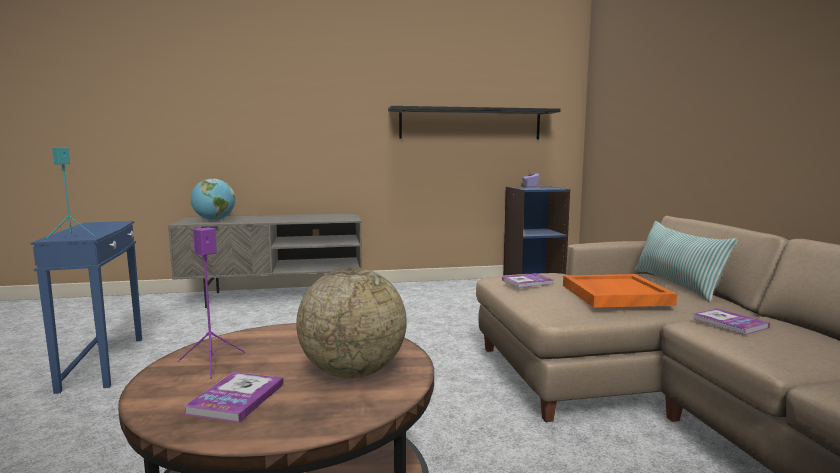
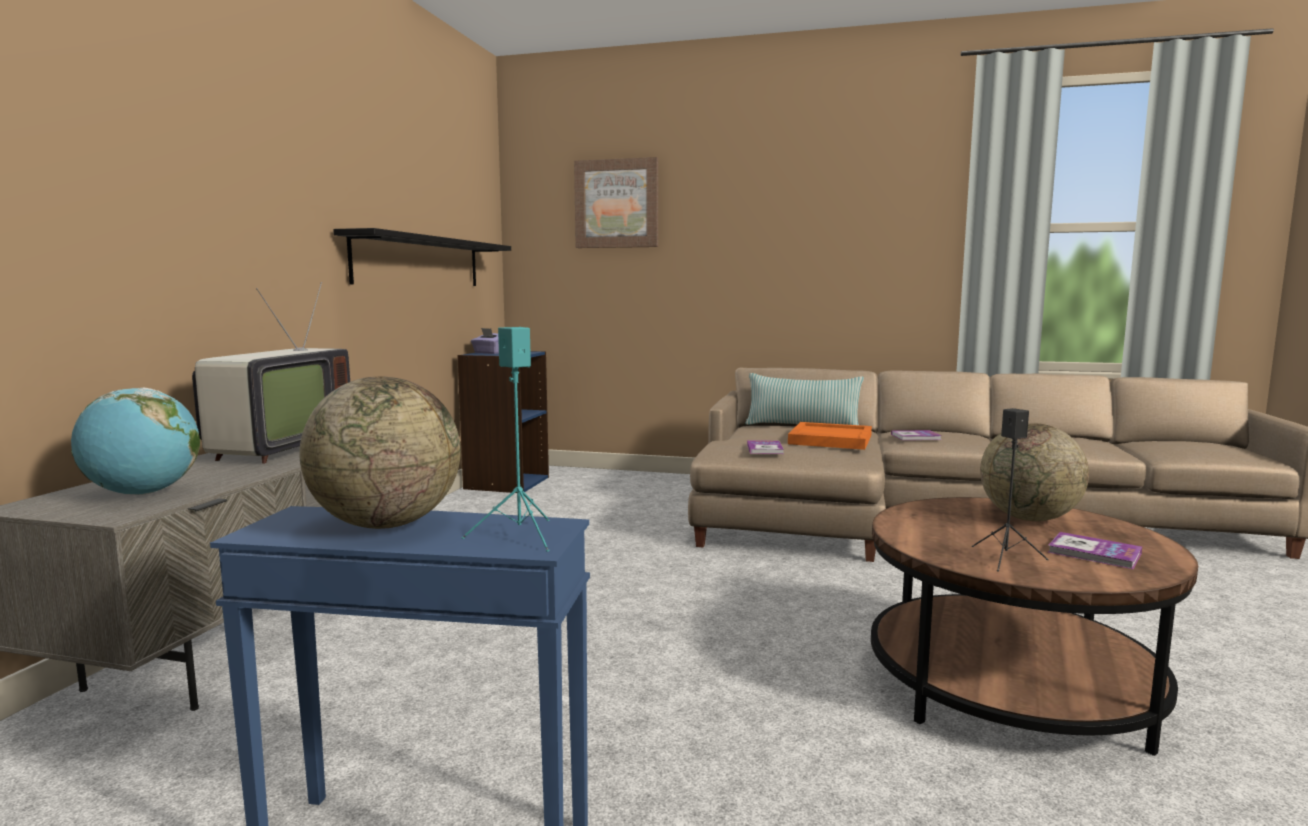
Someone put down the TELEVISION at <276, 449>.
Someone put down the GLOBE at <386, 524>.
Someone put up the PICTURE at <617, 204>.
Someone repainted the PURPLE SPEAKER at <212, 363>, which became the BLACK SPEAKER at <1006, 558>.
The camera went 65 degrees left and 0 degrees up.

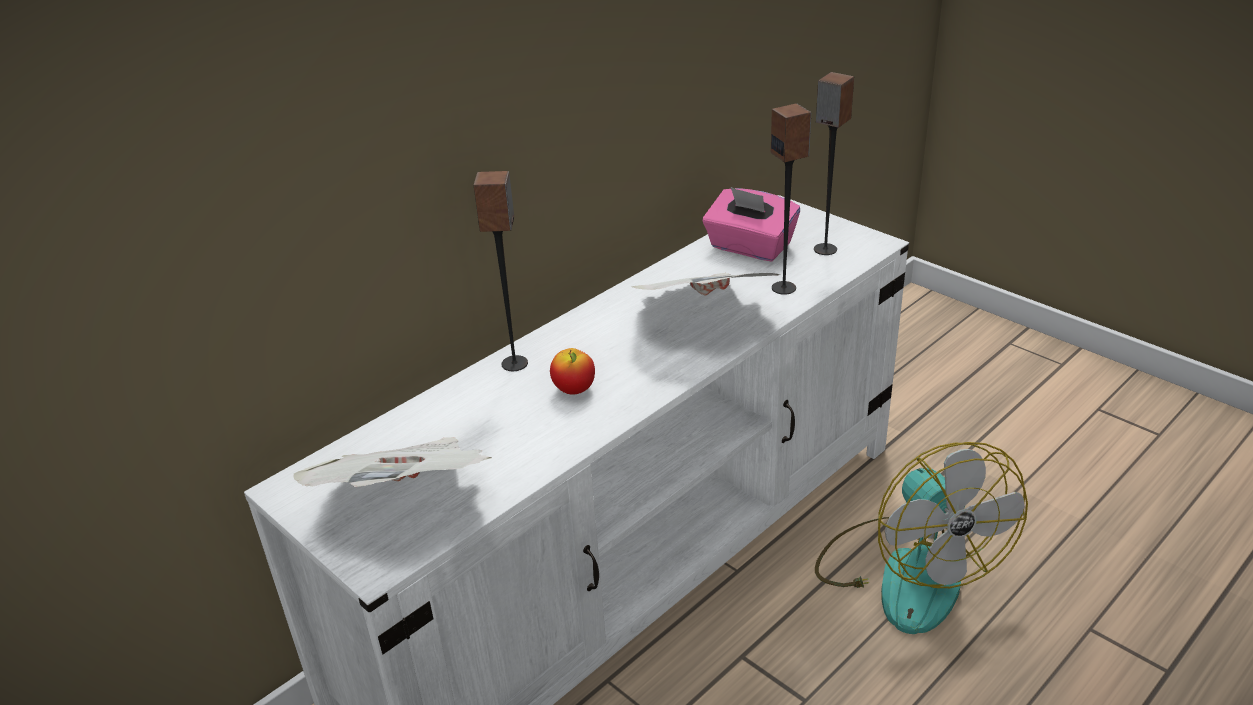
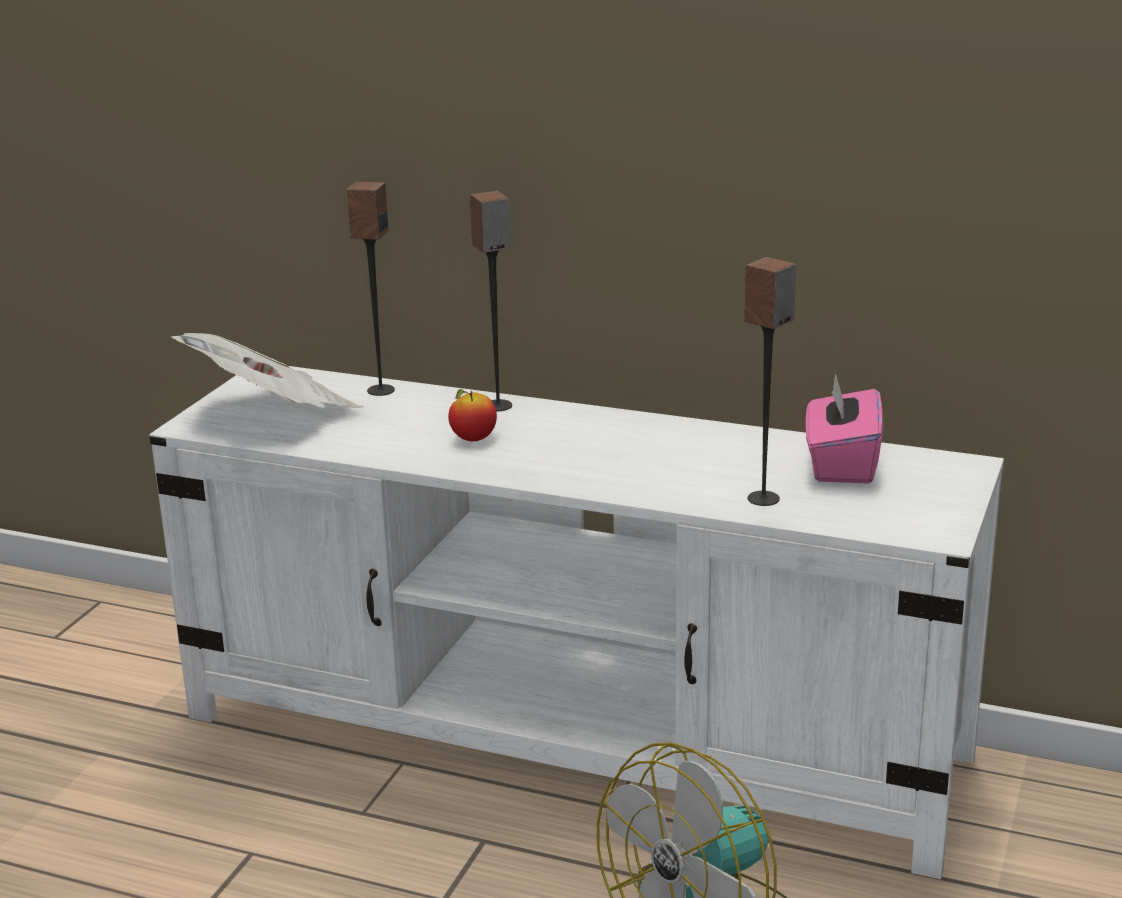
Someone carried the SPEAKER from <825, 249> to <380, 390>.
Someone took away the NEWSPAPER at <705, 315>.
The camera went 65 degrees right and 10 degrees down.

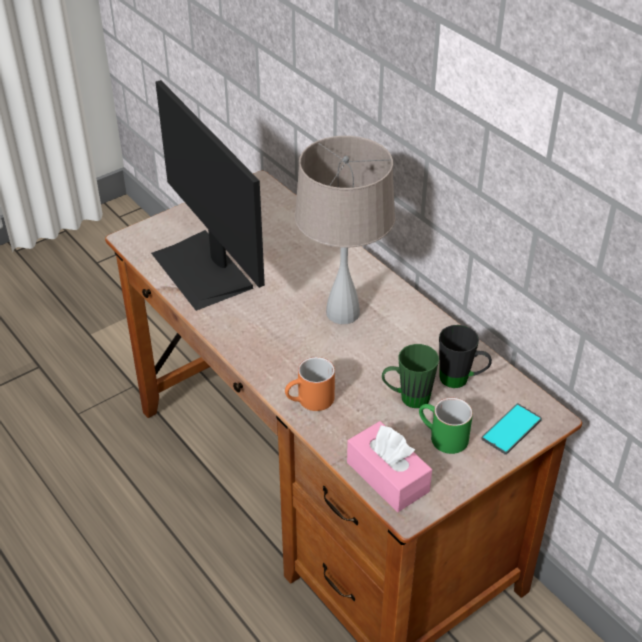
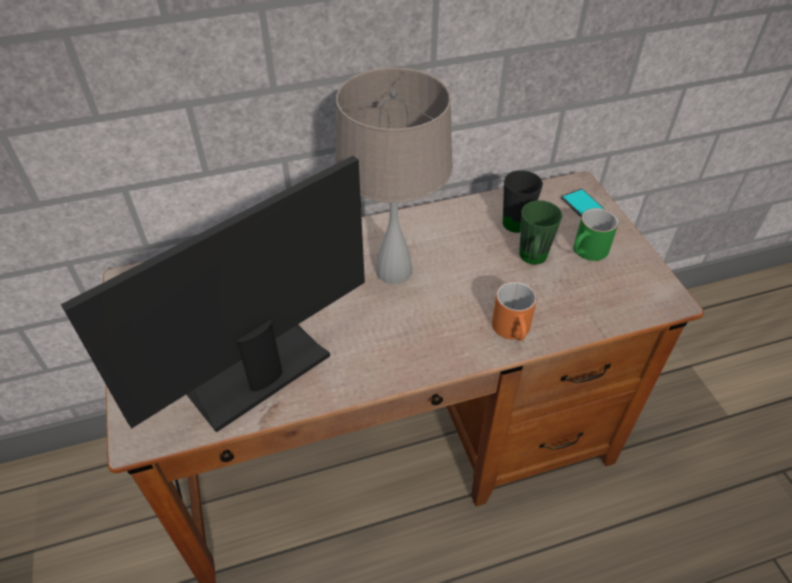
Someone rotated the MONITOR at <204, 269> by 150 degrees clockwise.
Someone took away the PINK TISSUE BOX at <387, 477>.
The camera went 70 degrees left and 5 degrees up.

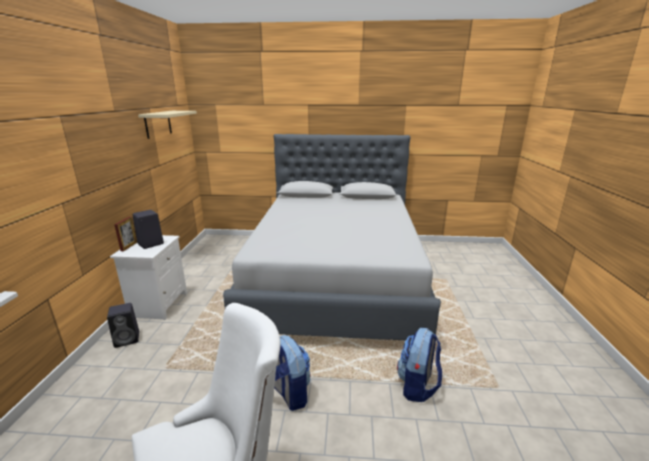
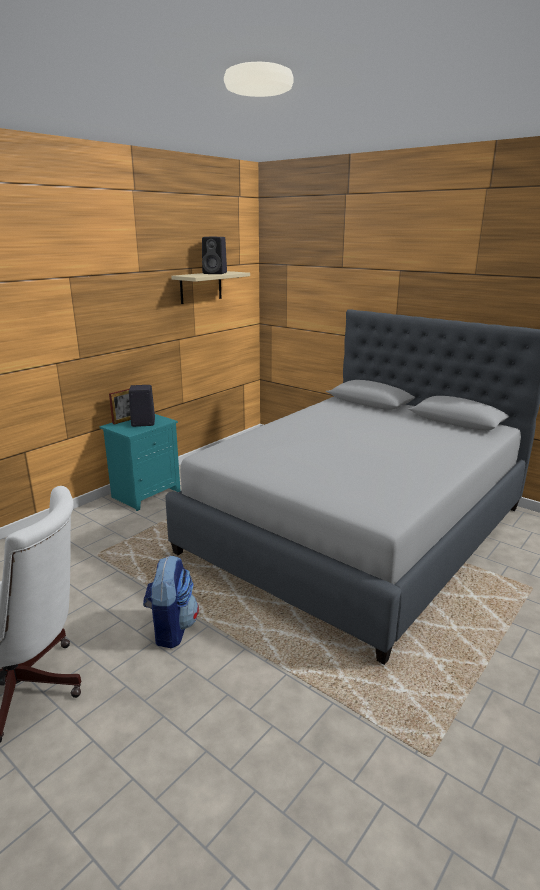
Someone repainted the WHITE NIGHTSTAND at <158, 304>, which became the TURQUOISE NIGHTSTAND at <146, 493>.
Someone carried the BLACK SPEAKER from <128, 339> to <215, 273>.
Someone took away the BACKPACK at <417, 386>.
The camera went 35 degrees right and 0 degrees up.

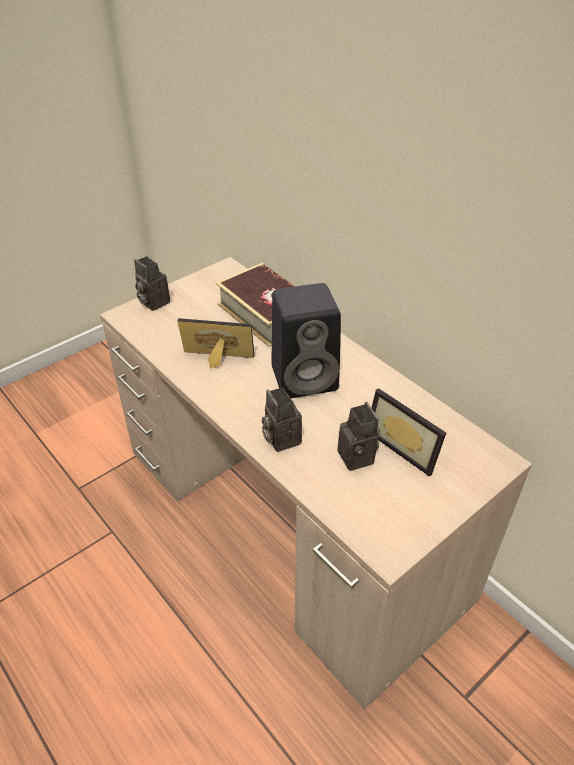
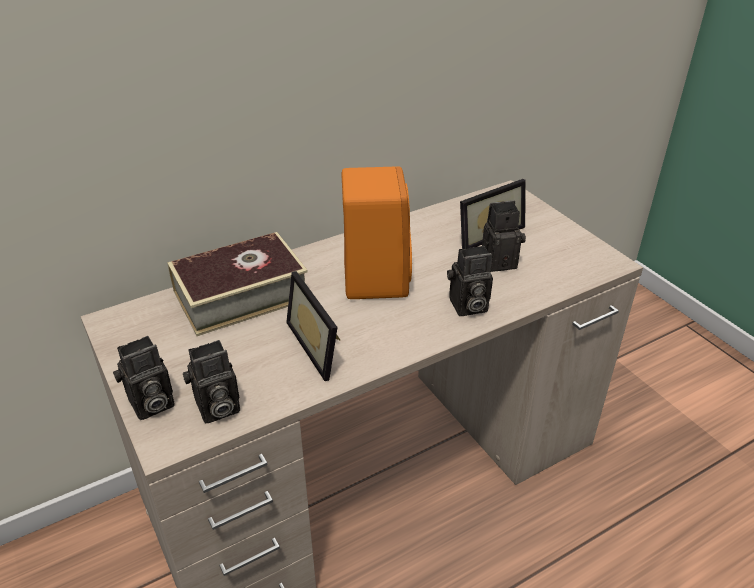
Someone put down the PHOTO CAMERA at <216, 409>.
Someone rotated the PICTURE FRAME at <217, 361> by 45 degrees counterclockwise.
Someone repainted the BLACK SPEAKER at <306, 377>, which became the ORANGE SPEAKER at <374, 278>.
The camera went 80 degrees left and 5 degrees down.

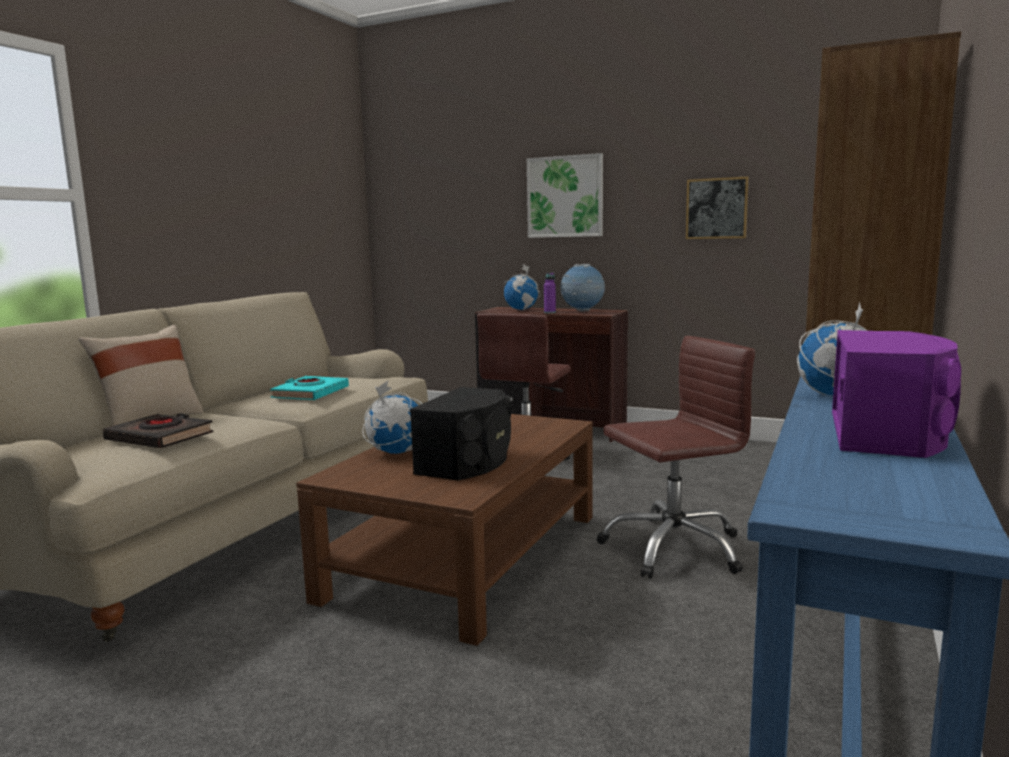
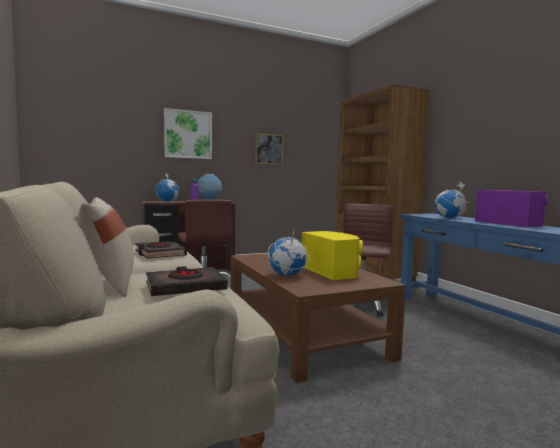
Someone repainted the TURQUOISE BOOK at <310, 393>, which became the BLACK BOOK at <160, 254>.
Someone repainted the BLACK SPEAKER at <468, 462>, which became the YELLOW SPEAKER at <332, 271>.
The camera went 50 degrees left and 5 degrees down.

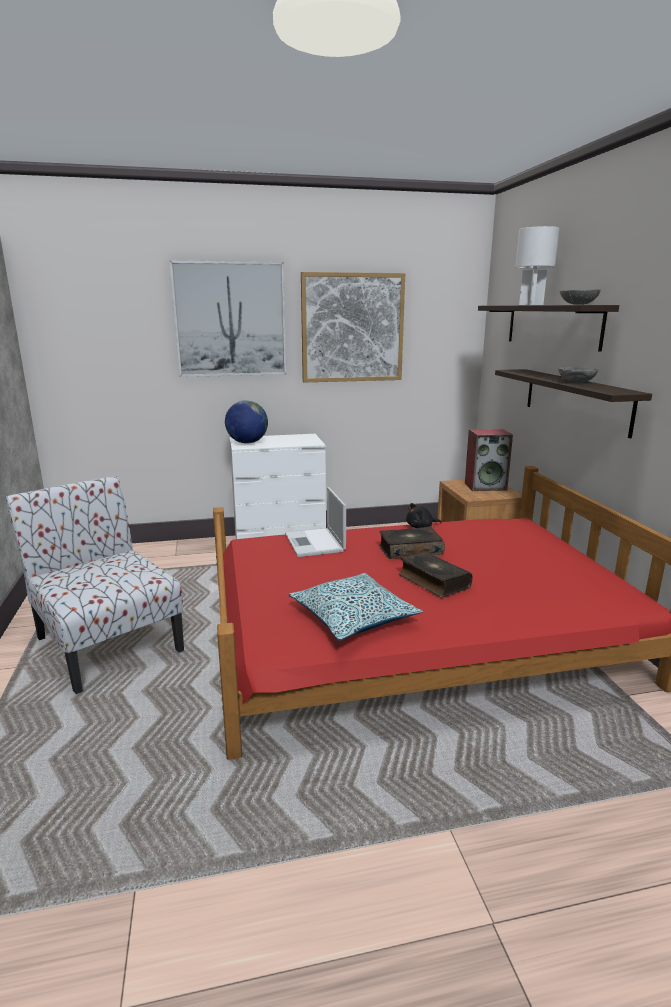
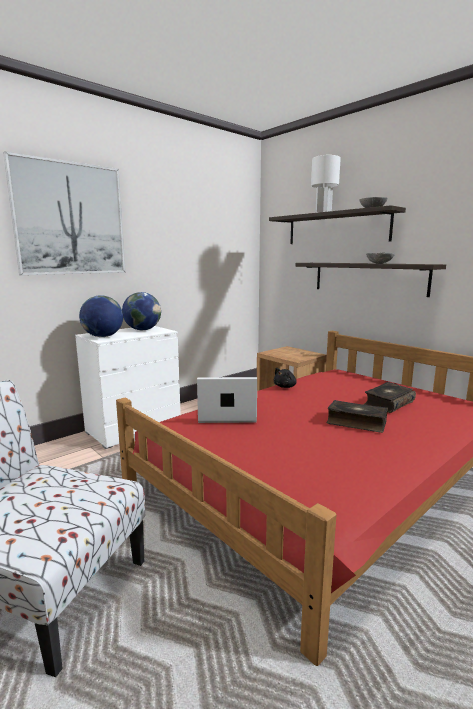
Someone put down the GLOBE at <142, 330>.
Someone rotated the LAPTOP at <315, 543> by 135 degrees clockwise.
Someone carried the BOOK from <410, 550> to <388, 403>.
Someone took away the PILLOW at <353, 617>.
Someone took away the PICTURE at <352, 328>.
Someone took away the SPEAKER at <486, 486>.
The camera went 30 degrees left and 5 degrees down.

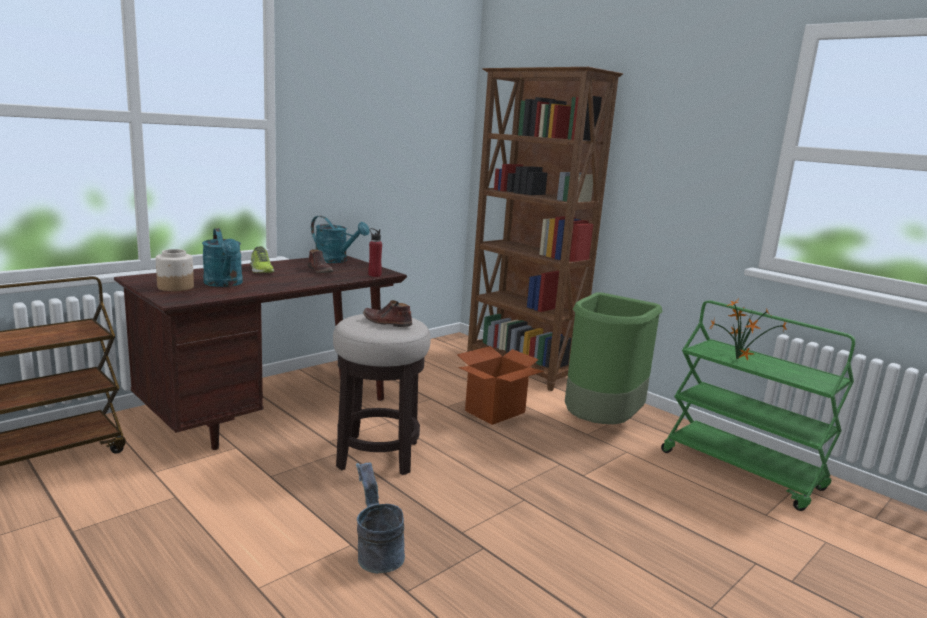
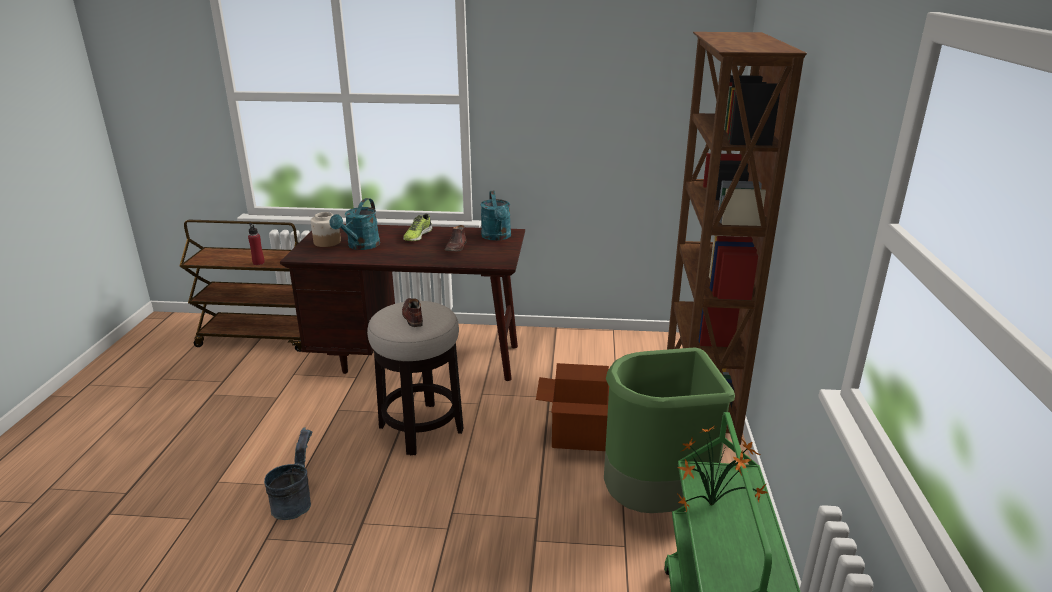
Someone carried the RED BOTTLE from <374, 275> to <258, 263>.
The camera went 50 degrees right and 10 degrees up.

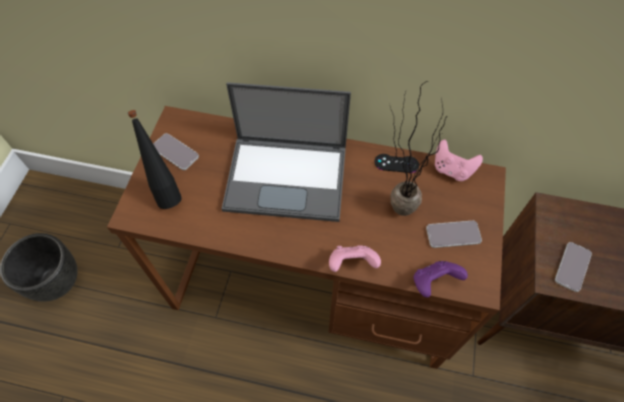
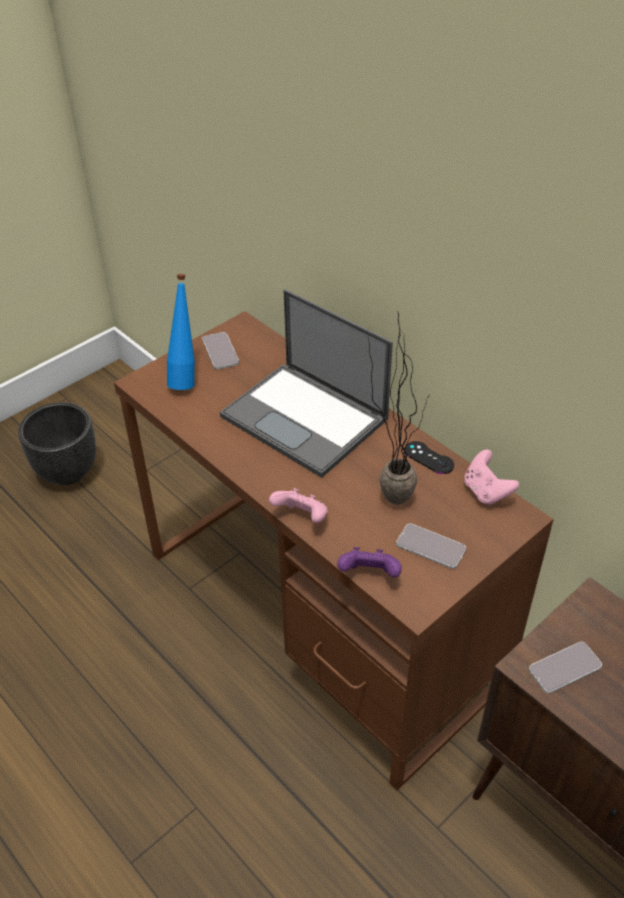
Someone repainted the BLACK BOTTLE at <166, 191>, which became the BLUE BOTTLE at <186, 378>.
The camera went 35 degrees right and 15 degrees down.

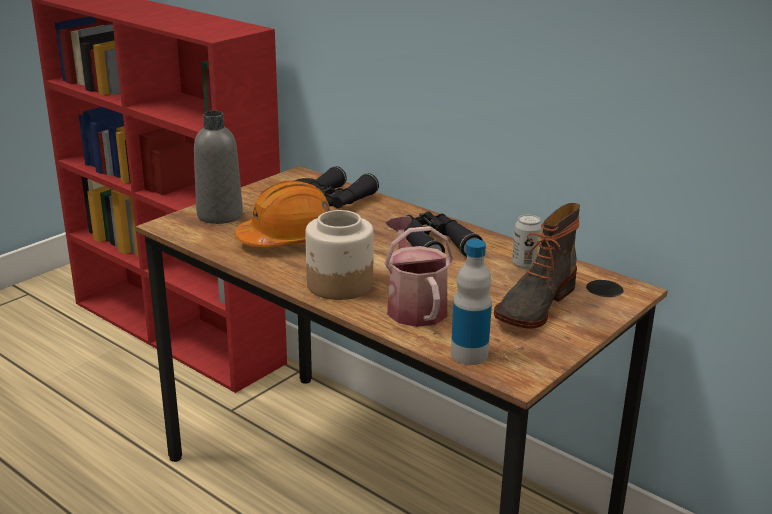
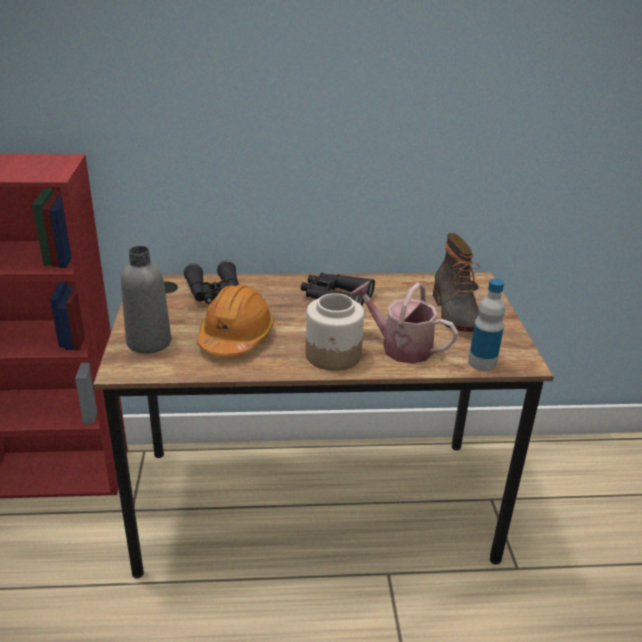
Someone took away the CAN at <525, 264>.
The camera went 45 degrees left and 5 degrees up.

